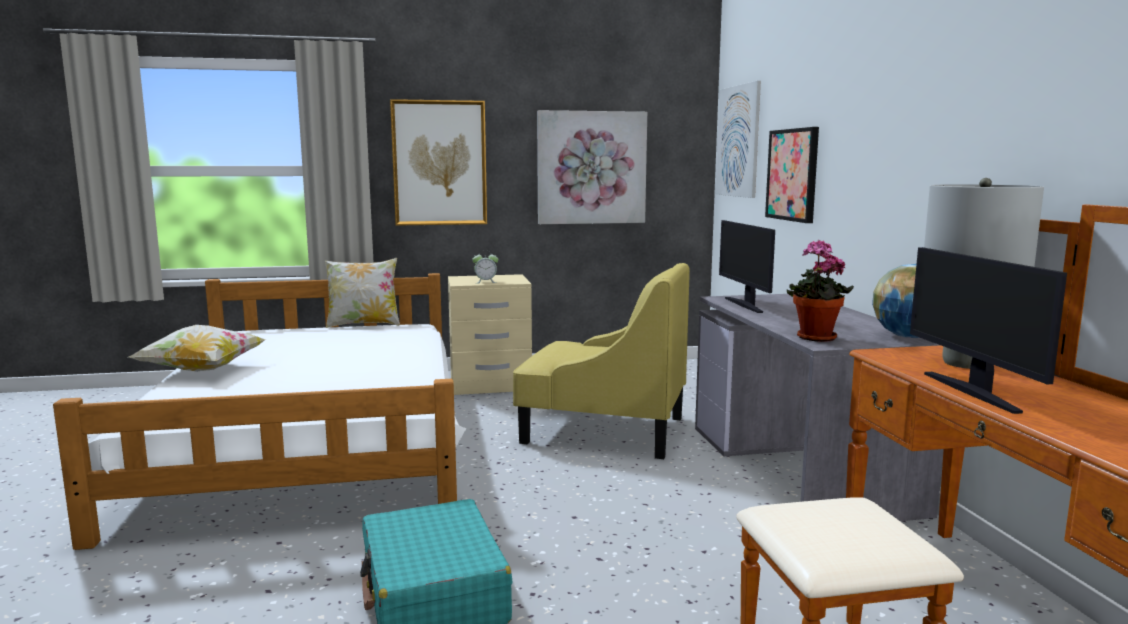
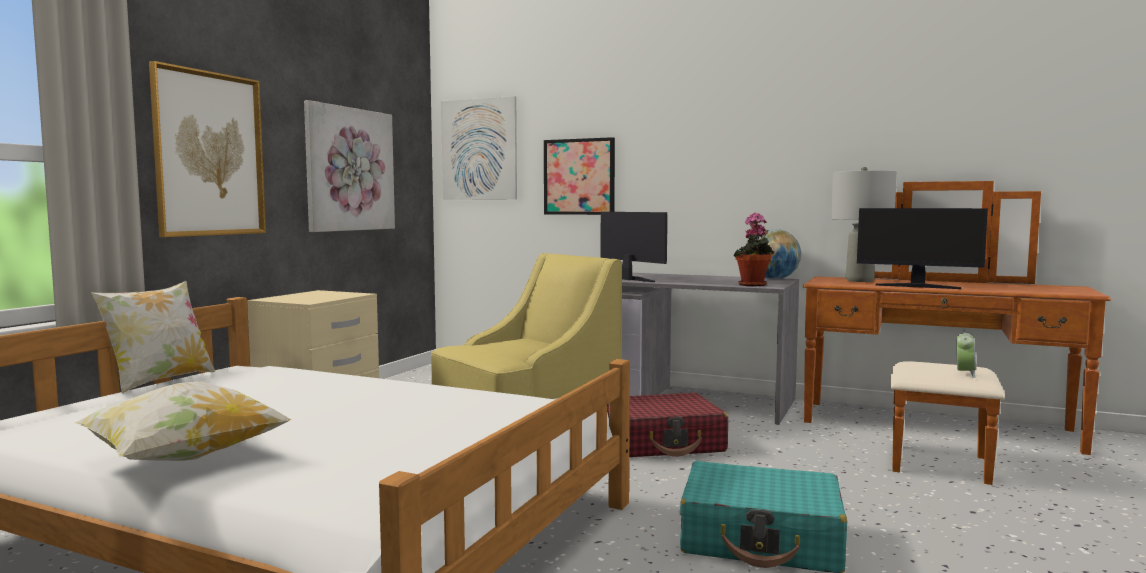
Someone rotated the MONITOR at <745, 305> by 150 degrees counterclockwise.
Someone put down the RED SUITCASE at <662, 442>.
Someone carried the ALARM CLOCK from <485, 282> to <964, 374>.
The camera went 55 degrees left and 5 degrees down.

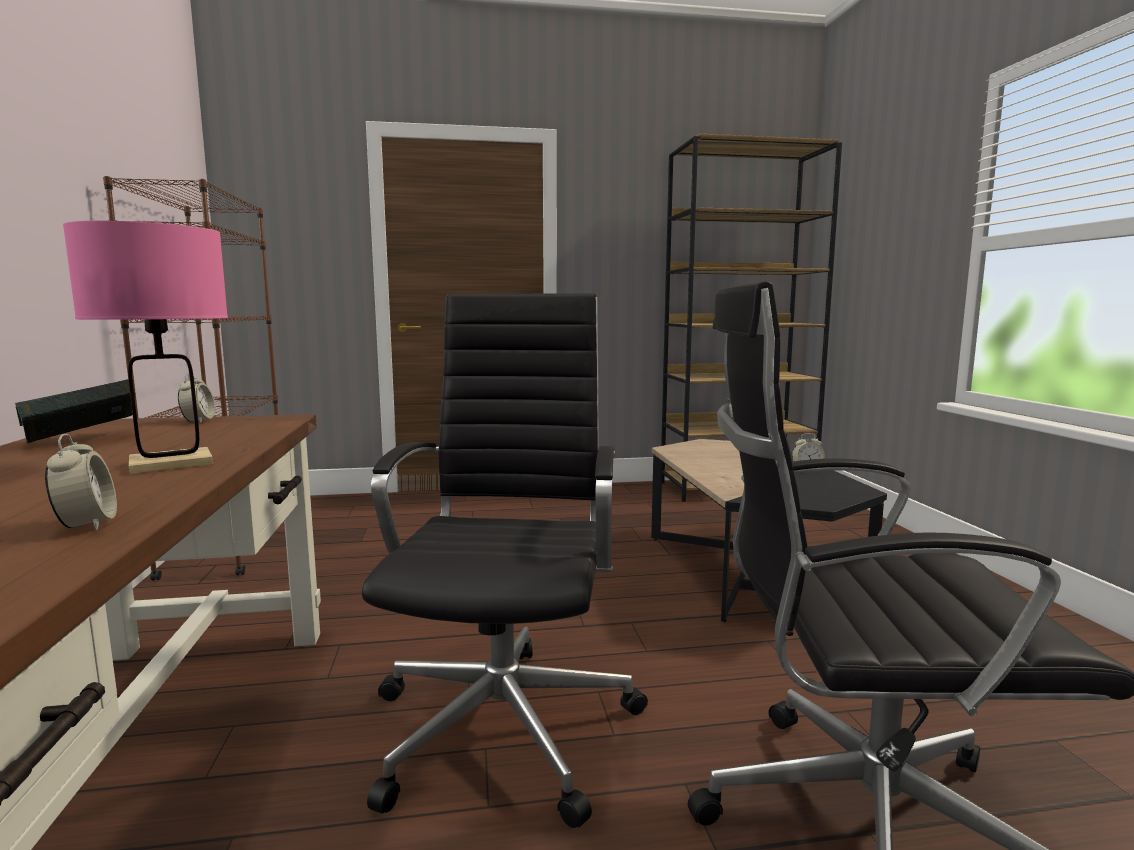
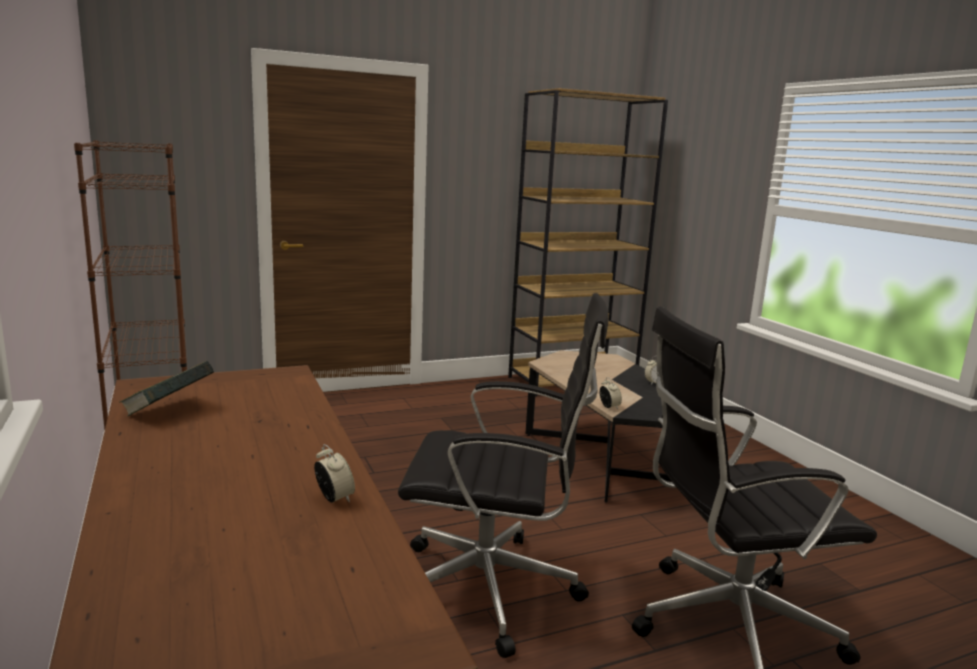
Someone rotated the BLACK OFFICE CHAIR at <507, 721> by 105 degrees clockwise.
Someone carried the ALARM CLOCK from <198, 421> to <609, 407>.
Someone took away the PINK TABLE LAMP at <171, 463>.
The camera went 15 degrees left and 5 degrees up.

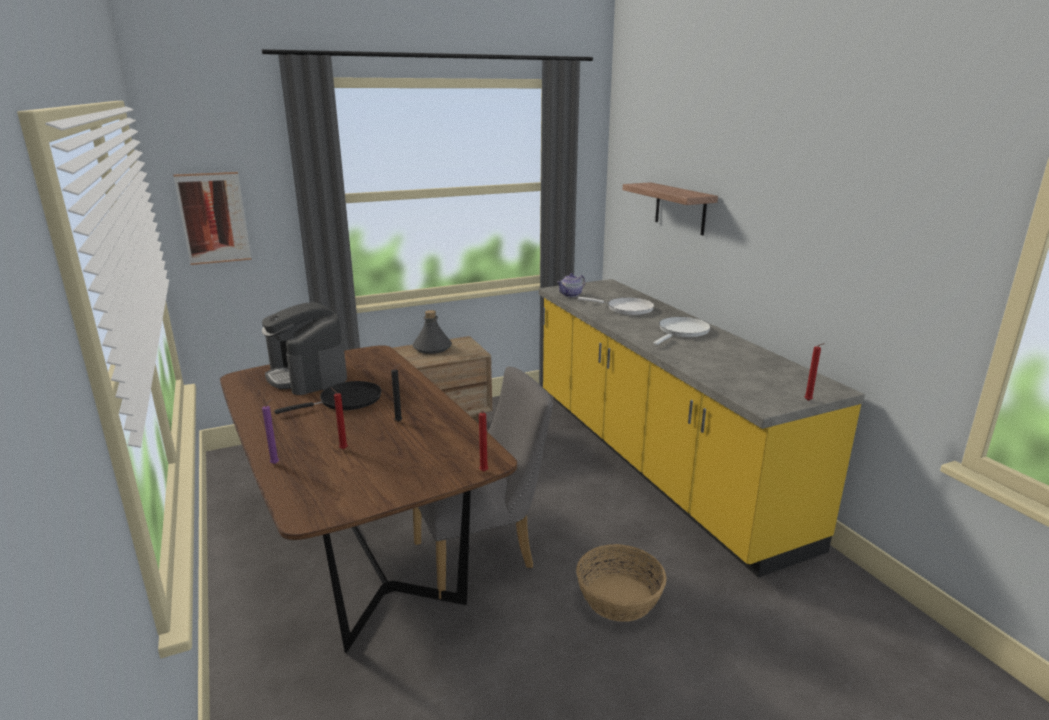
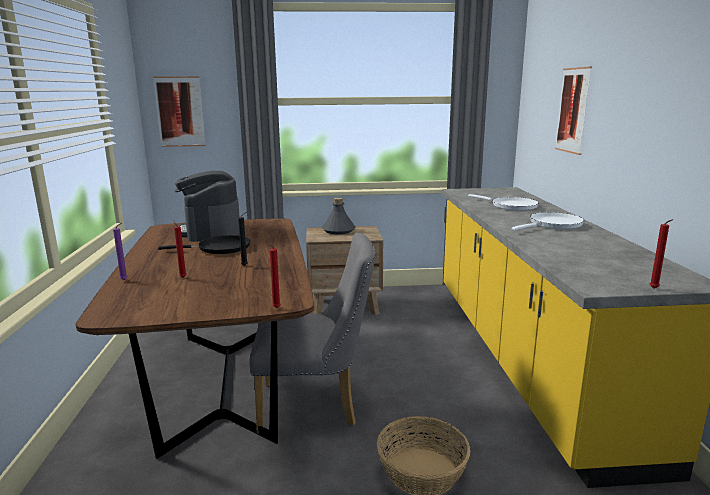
Someone swapped the SHELF at <680, 208> for the PICTURE at <572, 110>.
Someone took away the TEAPOT at <571, 295>.
The camera went 20 degrees right and 5 degrees down.

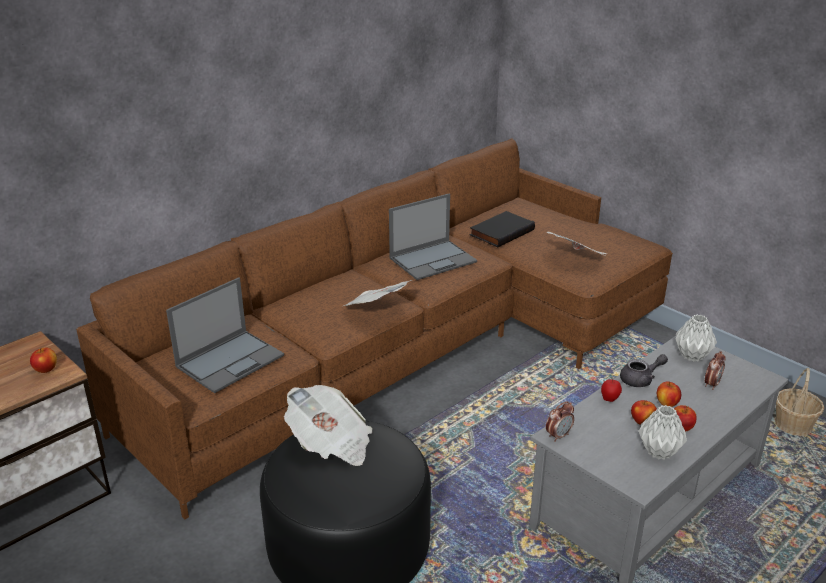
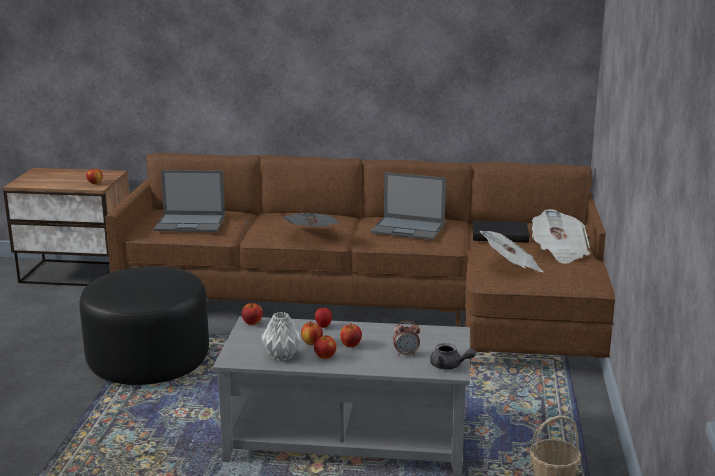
Someone swapped the ALARM CLOCK at <558, 436> for the APPLE at <252, 323>.
Someone carried the GREY TEAPOT from <641, 380> to <449, 366>.
Someone carried the NEWSPAPER from <331, 443> to <559, 252>.
Someone took away the GREY VASE at <693, 356>.
The camera went 50 degrees right and 10 degrees down.

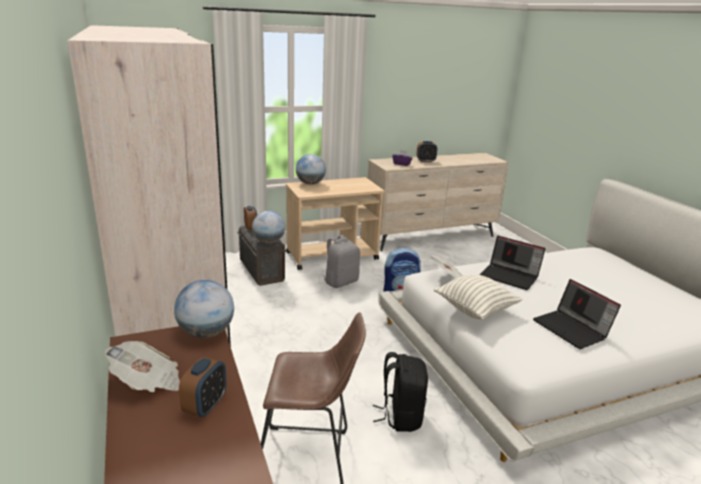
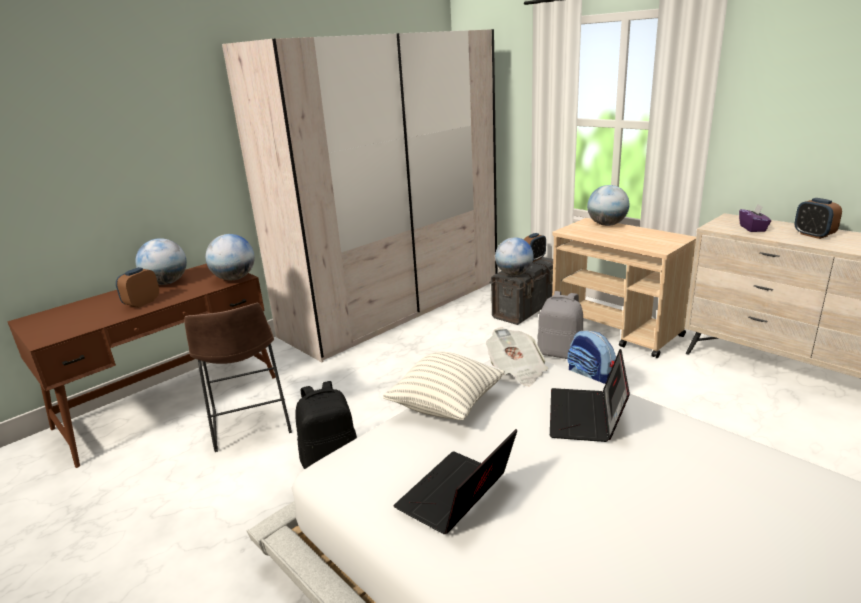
Someone rotated the ALARM CLOCK at <205, 406> by 120 degrees clockwise.
Someone swapped the NEWSPAPER at <148, 382> for the GLOBE at <167, 283>.
The camera went 70 degrees right and 0 degrees up.

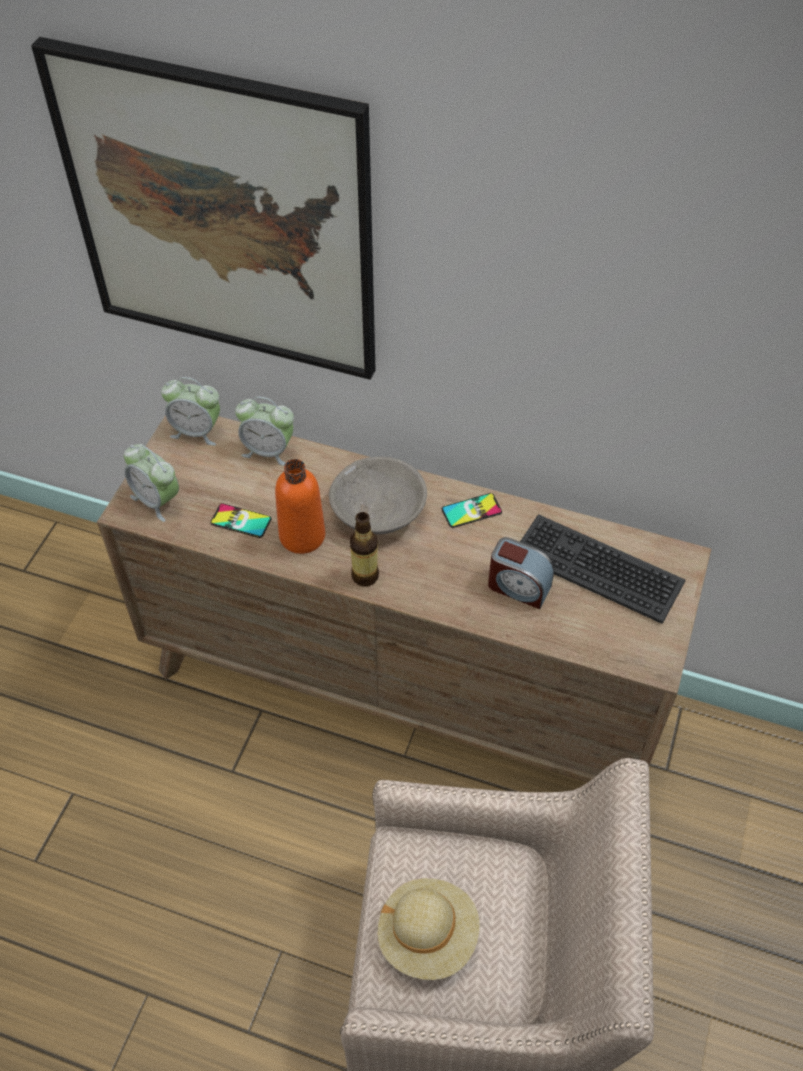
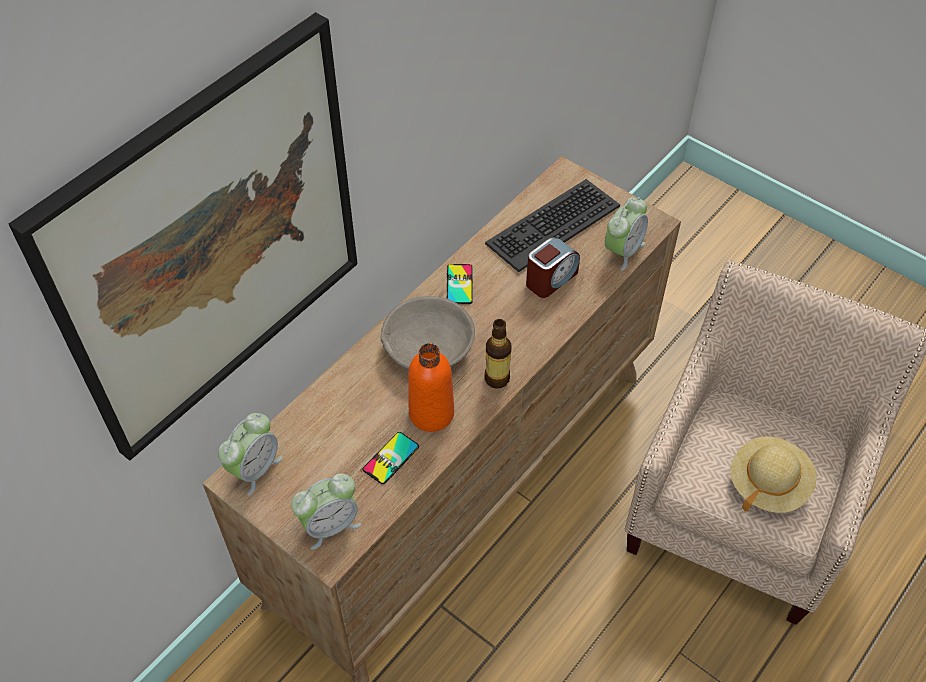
Someone carried the ALARM CLOCK from <268, 451> to <623, 251>.
The camera went 70 degrees left and 0 degrees up.

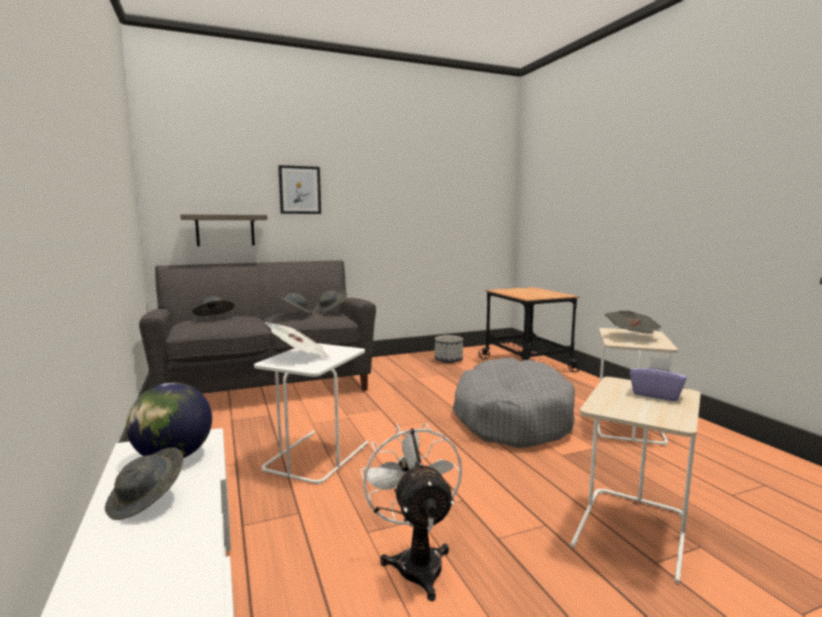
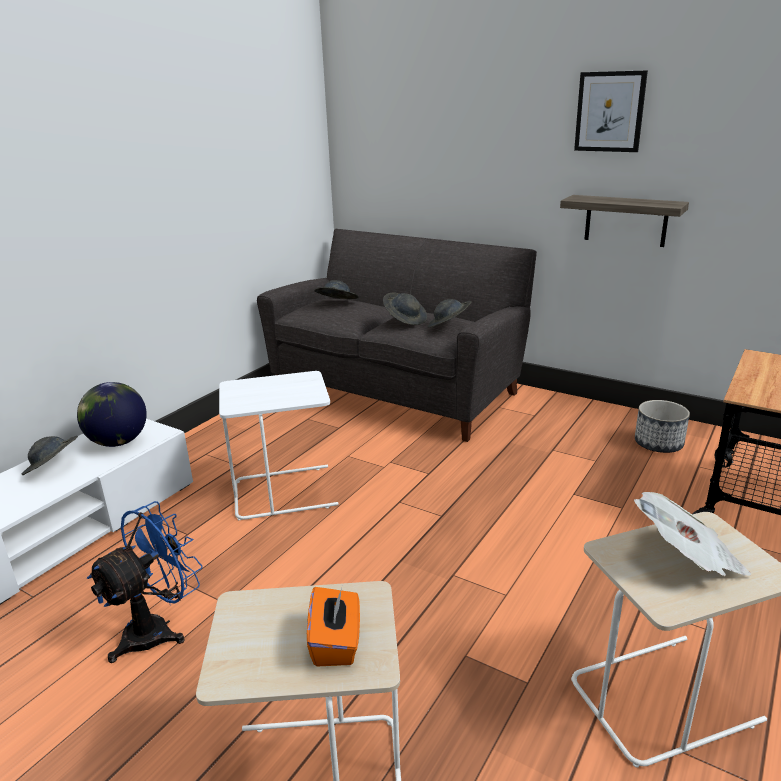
Someone repainted the WHITE FAN at <416, 561>, which became the BLUE FAN at <158, 629>.
Someone repainted the PURPLE TISSUE BOX at <656, 394>, which became the ORANGE TISSUE BOX at <336, 643>.
Someone carried the SHELF from <225, 230> to <625, 220>.
Someone carried the PICTURE from <300, 190> to <609, 112>.
Someone took away the NEWSPAPER at <300, 357>.
Someone took away the GREY DOG BED at <512, 418>.
The camera went 55 degrees right and 15 degrees up.

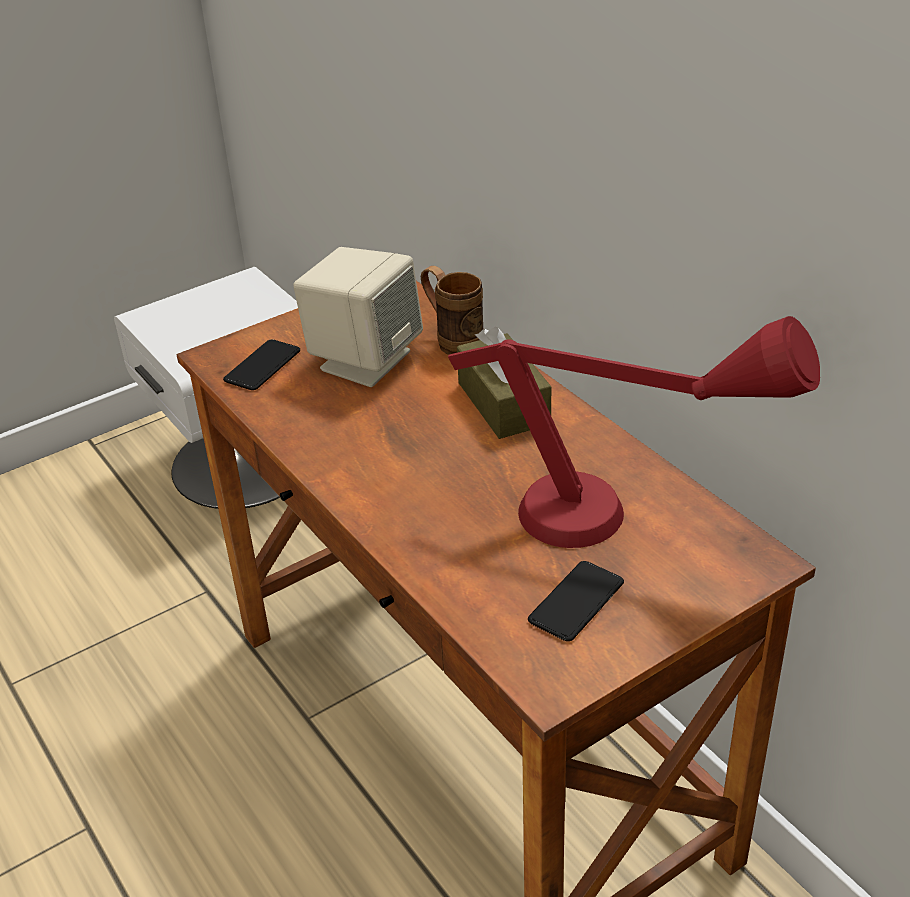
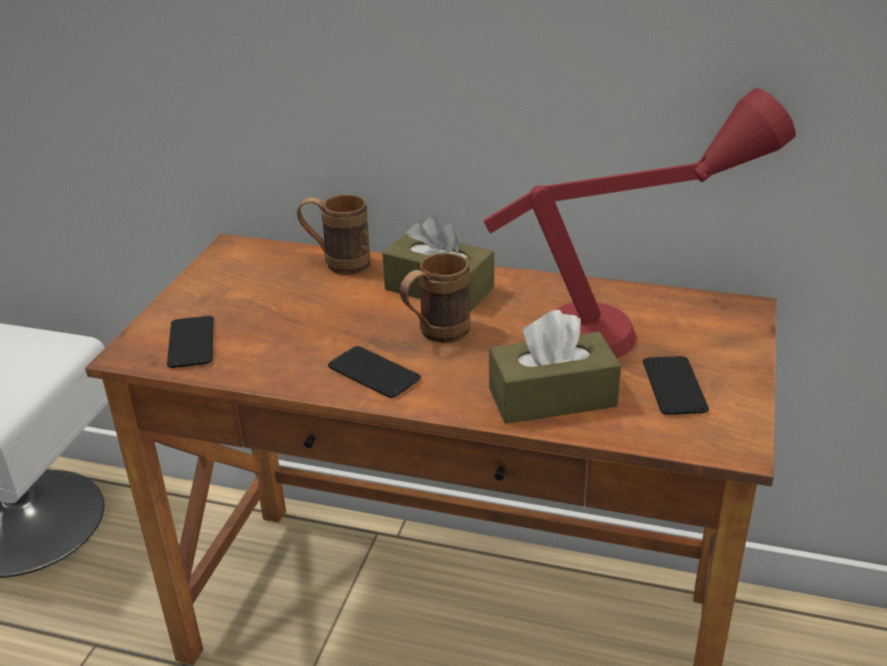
Someone put down the PHONE at <374, 373>.
Someone put down the BROWN MUG at <435, 335>.
Someone put down the BROWN TISSUE BOX at <552, 397>.
Someone took away the BEIGE SPEAKER at <364, 360>.
The camera went 40 degrees left and 5 degrees down.

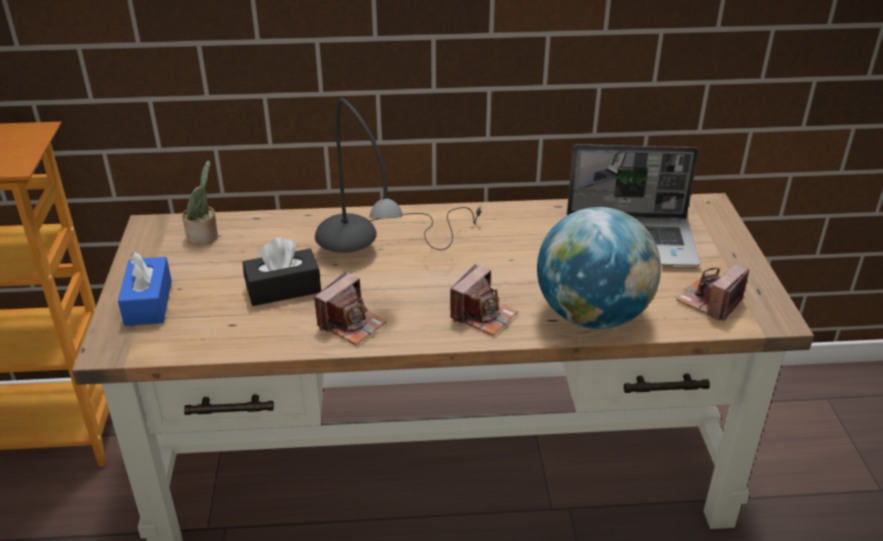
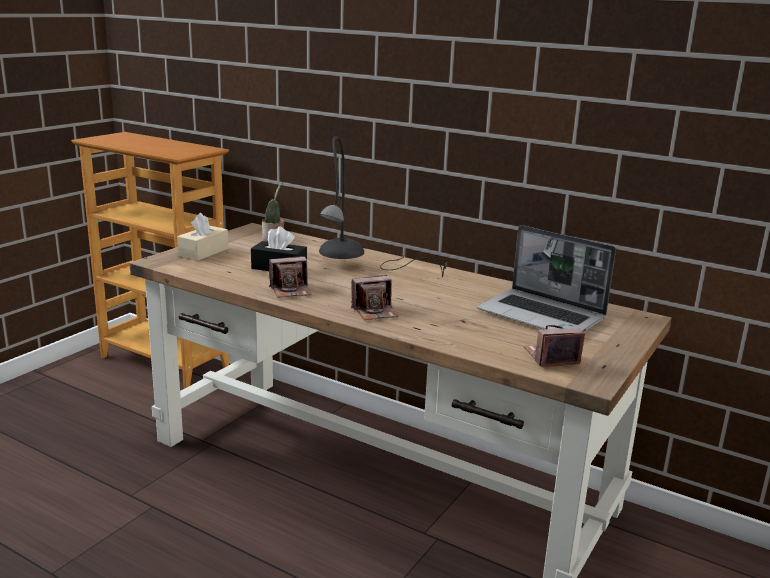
Someone repainted the BLUE TISSUE BOX at <148, 303>, which became the BEIGE TISSUE BOX at <203, 252>.
Someone took away the GLOBE at <592, 316>.
The camera went 35 degrees right and 15 degrees down.

